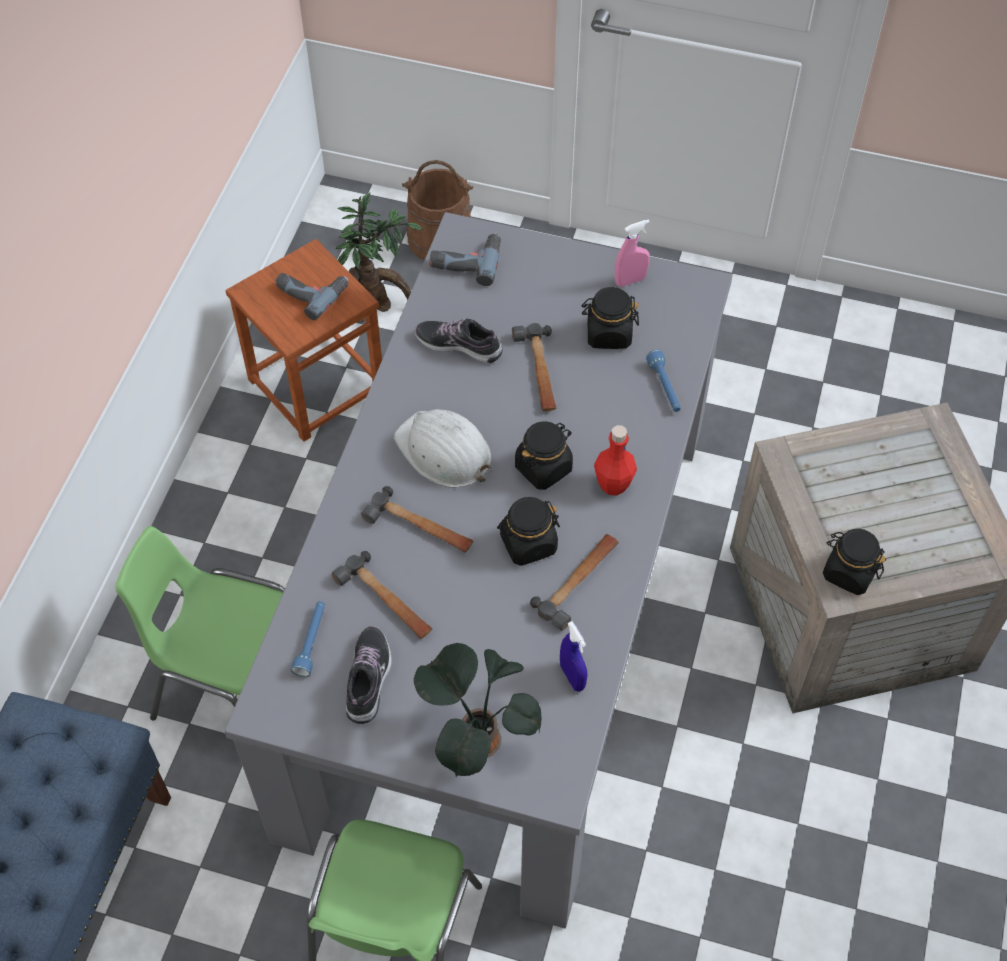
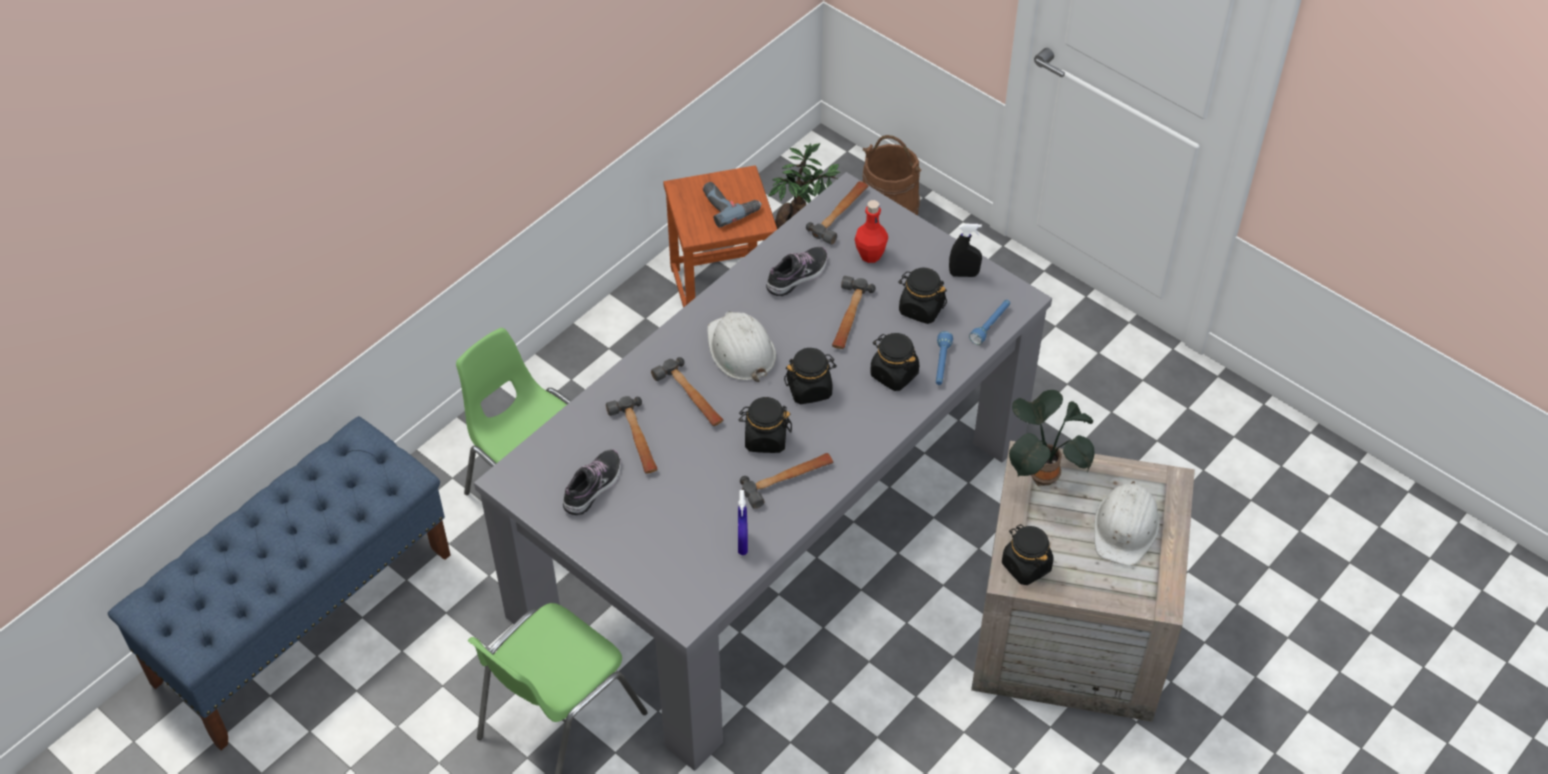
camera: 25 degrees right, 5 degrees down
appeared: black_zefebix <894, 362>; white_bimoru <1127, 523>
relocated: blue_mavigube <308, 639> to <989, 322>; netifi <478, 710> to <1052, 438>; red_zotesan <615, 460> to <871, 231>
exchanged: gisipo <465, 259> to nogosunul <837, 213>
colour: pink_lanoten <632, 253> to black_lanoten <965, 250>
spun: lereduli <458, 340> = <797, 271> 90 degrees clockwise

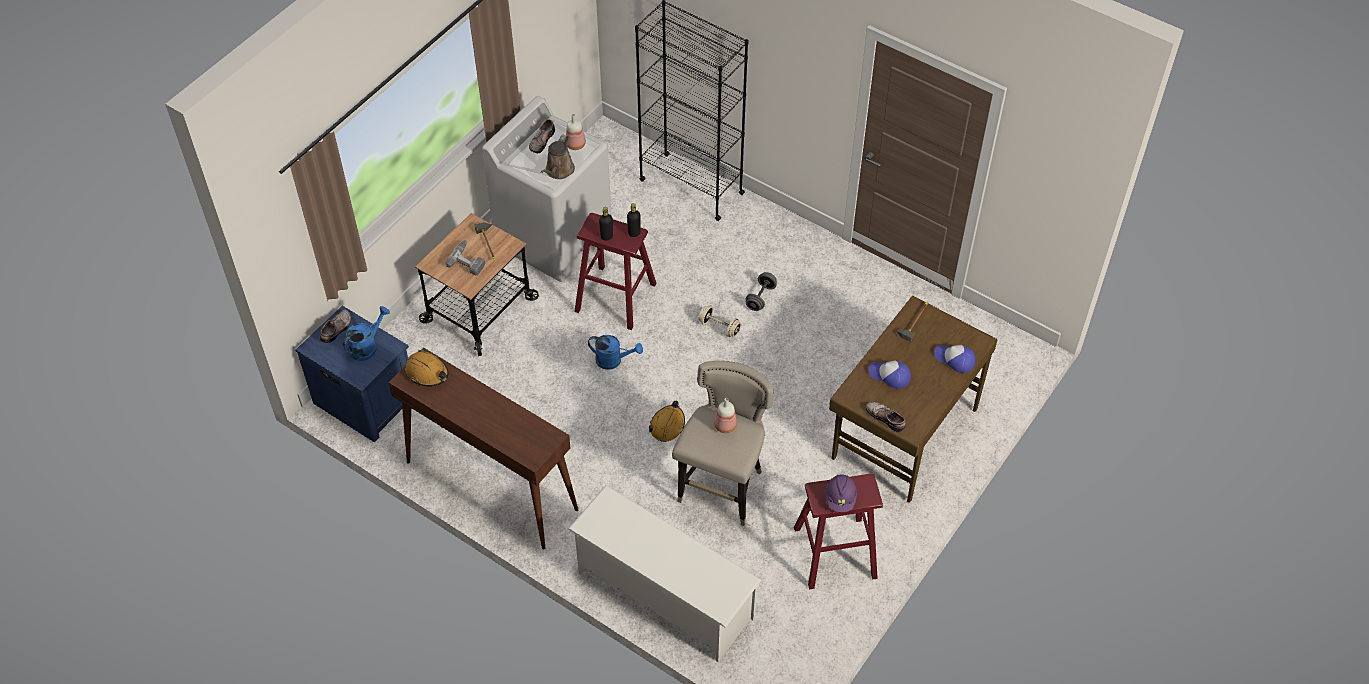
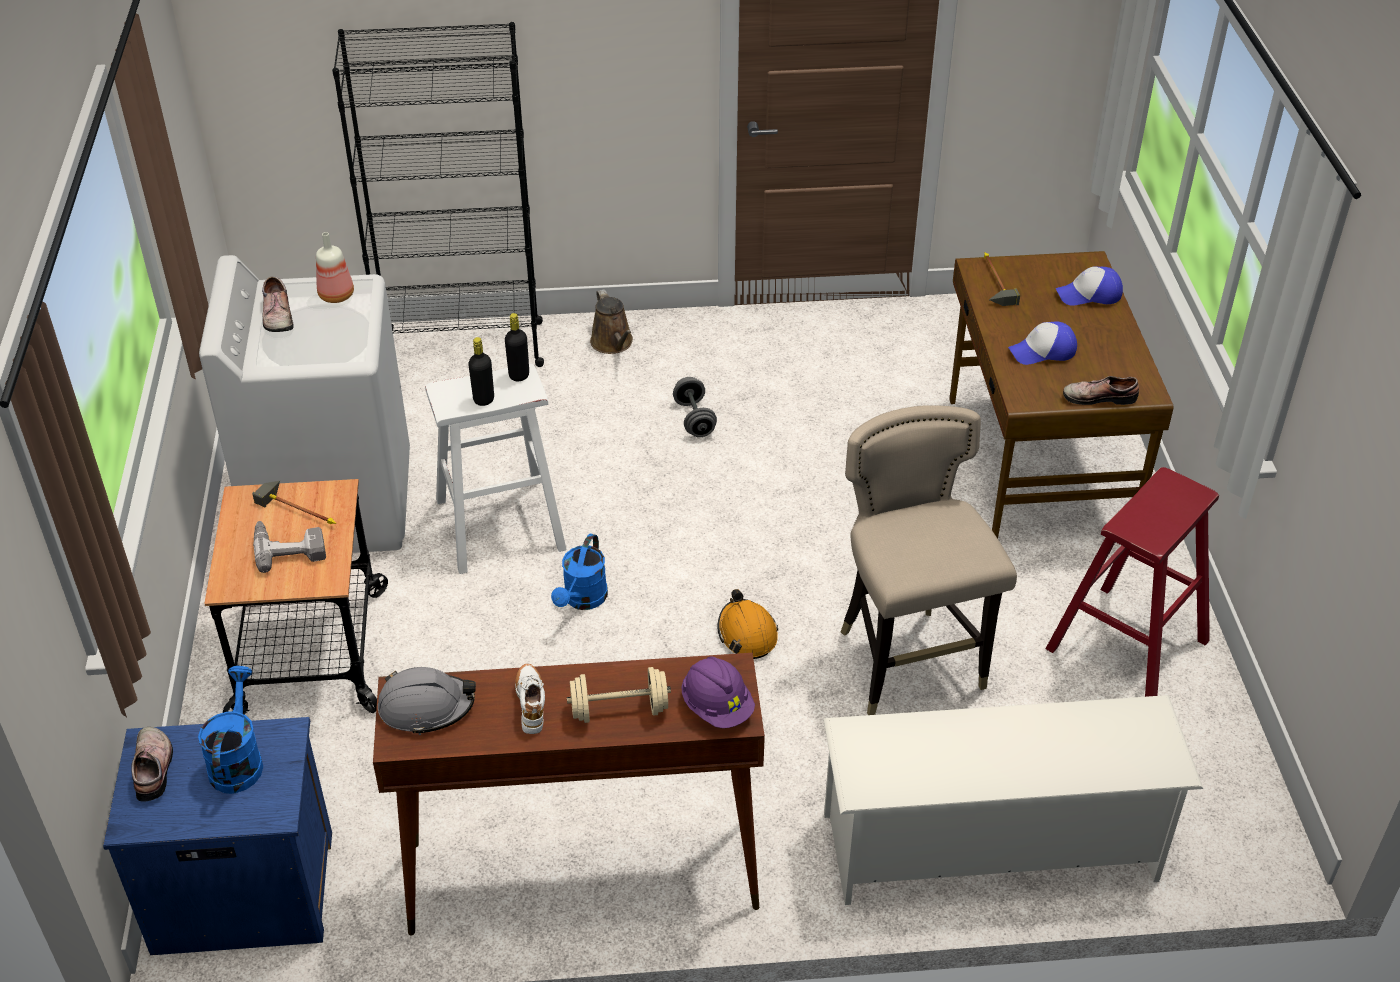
camera: 40 degrees left, 10 degrees down
missing: zotesan <725, 415>
appeared: white_lereduli <530, 699>
relocated: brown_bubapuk <558, 157> to <611, 321>; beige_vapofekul <720, 321> to <619, 695>; purple_bimoru <841, 493> to <718, 692>
colour: orange_bimoru <427, 368> to grey_bimoru <427, 701>; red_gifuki <615, 271> to white_gifuki <496, 468>
spun: blue_bubapuk <615, 352> = <579, 572> 135 degrees clockwise

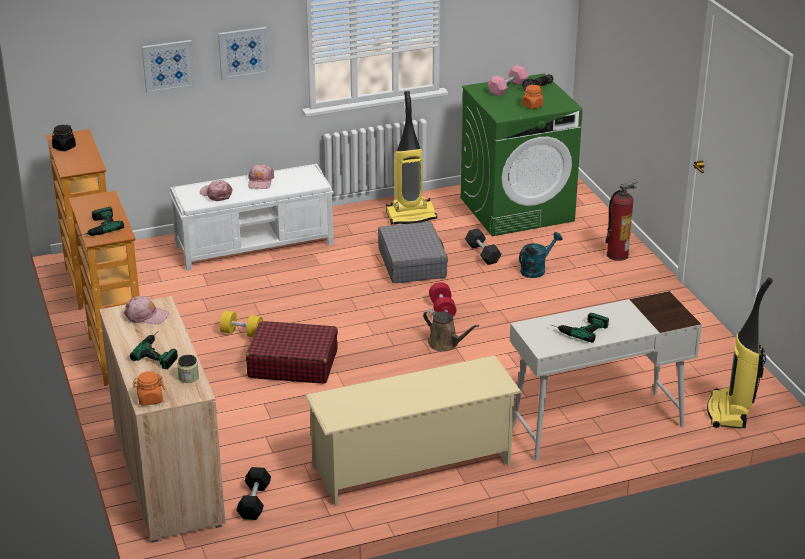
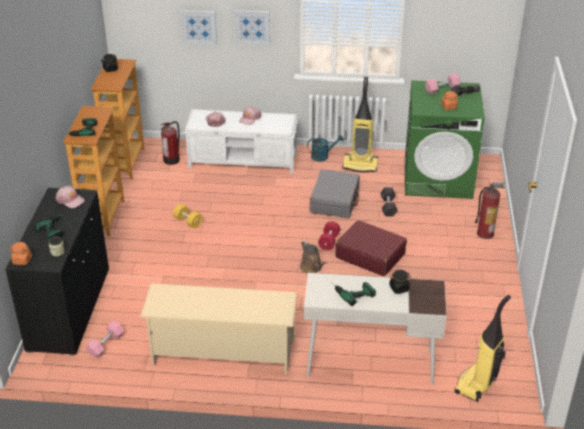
camera: 25 degrees right, 5 degrees up
appeared: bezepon <170, 143>; black_zefebix <400, 282>
relocated: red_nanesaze <292, 352> to <371, 248>; turquoise_bubapuk <540, 255> to <325, 148>
colour: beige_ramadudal <162, 419> to black_ramadudal <57, 272>; black_vapofekul <253, 493> to pink_vapofekul <105, 339>

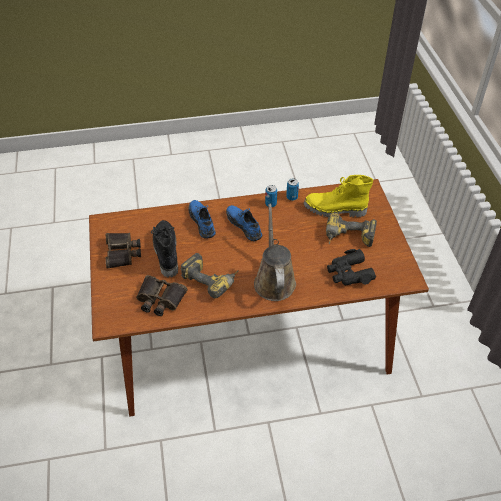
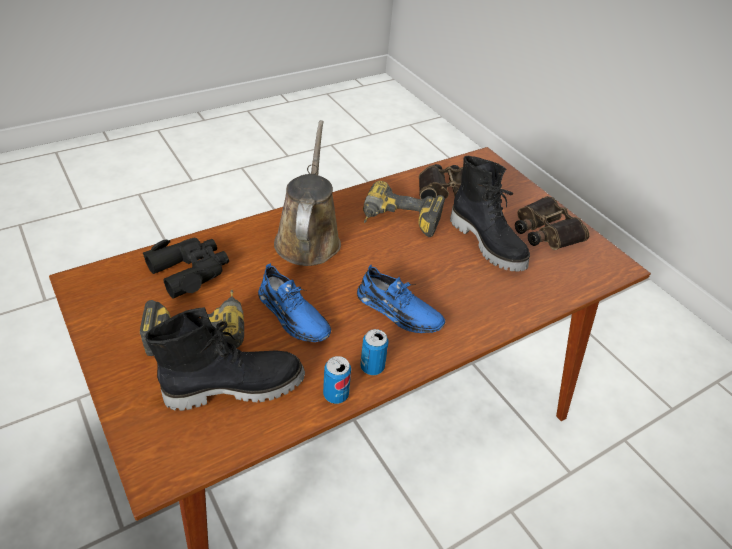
camera: 155 degrees right, 5 degrees down
relocated: blue_lereduli <202, 219> to <294, 302>
colour: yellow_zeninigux <338, 196> to black_zeninigux <225, 359>
spun: brown_bubapuk <275, 252> = <307, 193> 150 degrees counterclockwise

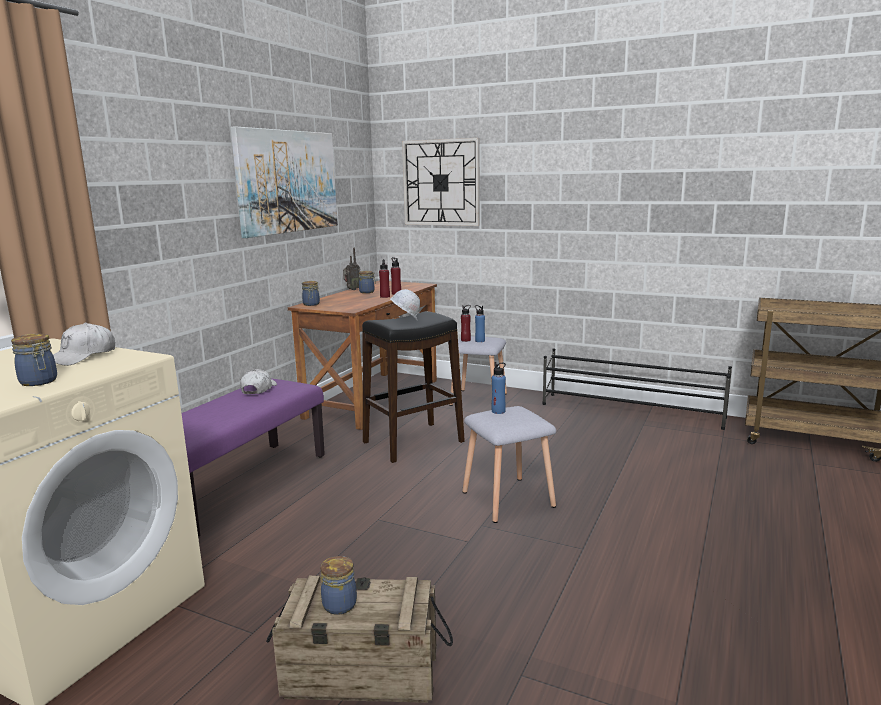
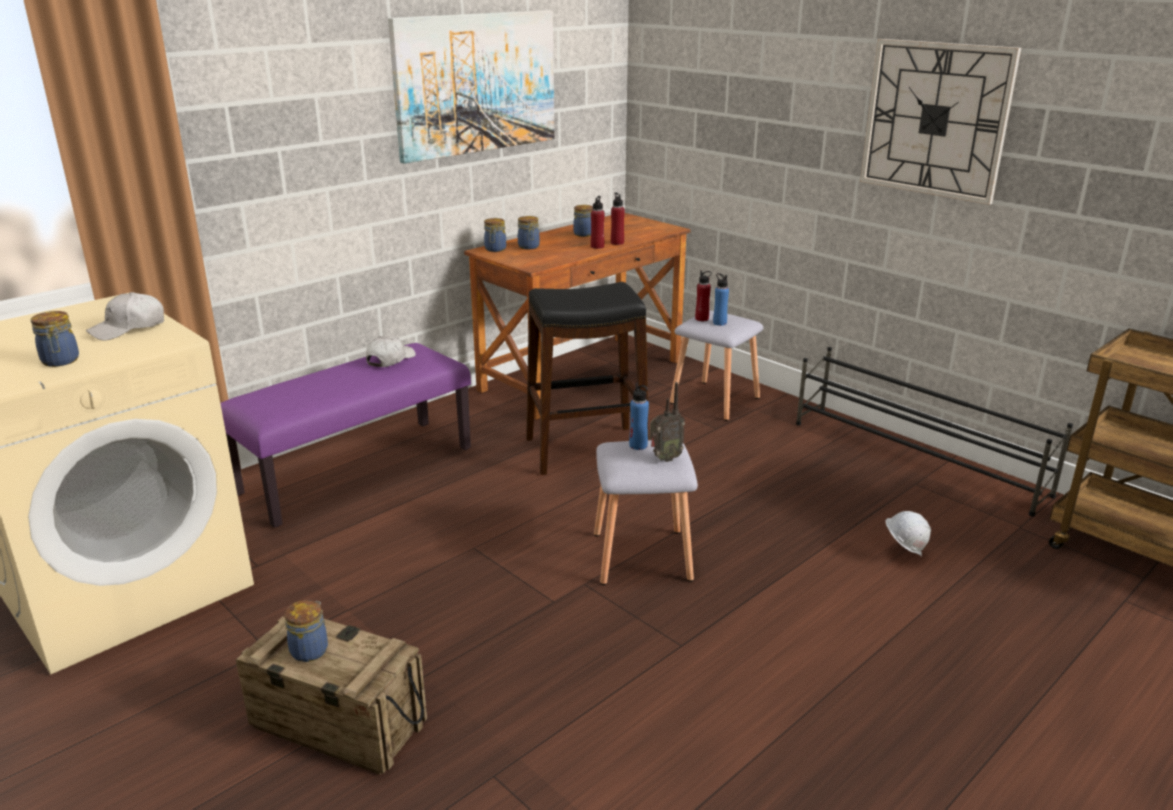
camera: 20 degrees right, 10 degrees up
appeared: zefebix <529, 232>
relocated: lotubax <351, 269> to <667, 422>; white_bimoru <405, 305> to <908, 534>; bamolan <441, 182> to <940, 122>

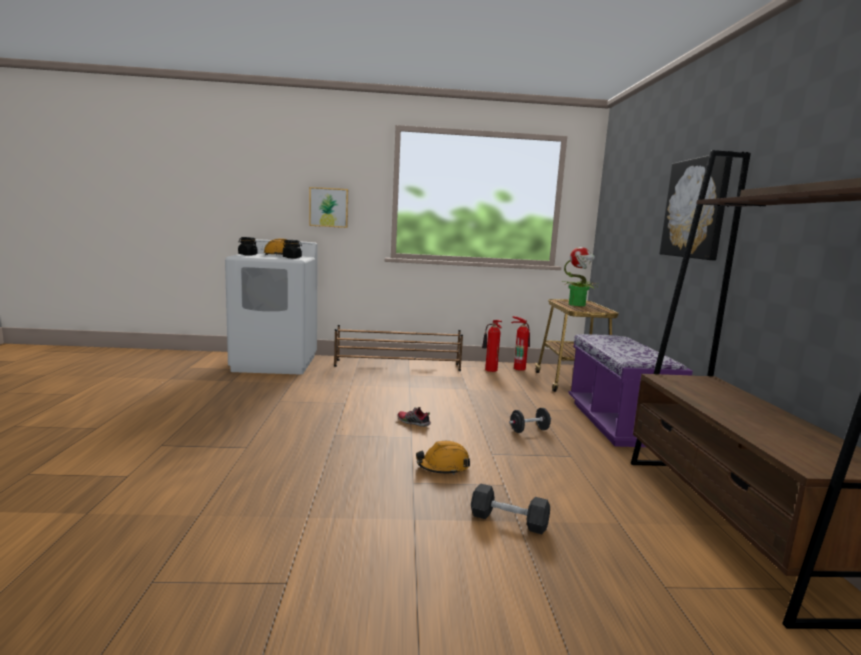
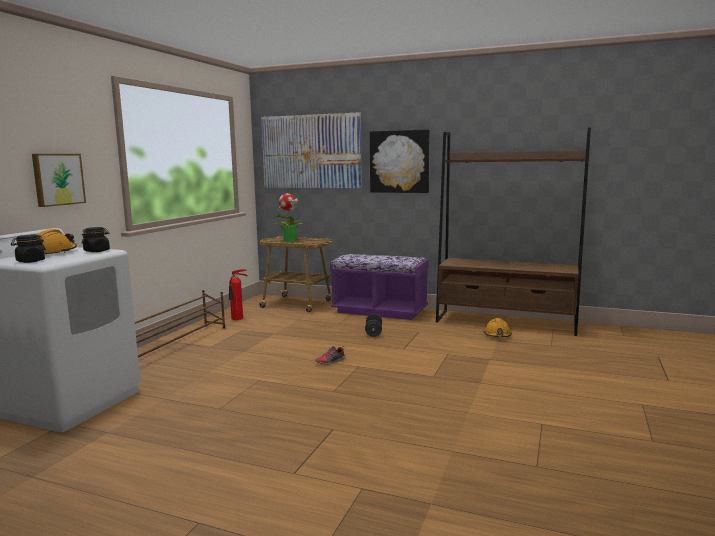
camera: 65 degrees left, 0 degrees up
missing: black_vapofekul <510, 508>; bezepon <520, 343>
appeared: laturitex <311, 150>
relocated: orange_bimoru <443, 458> to <498, 327>

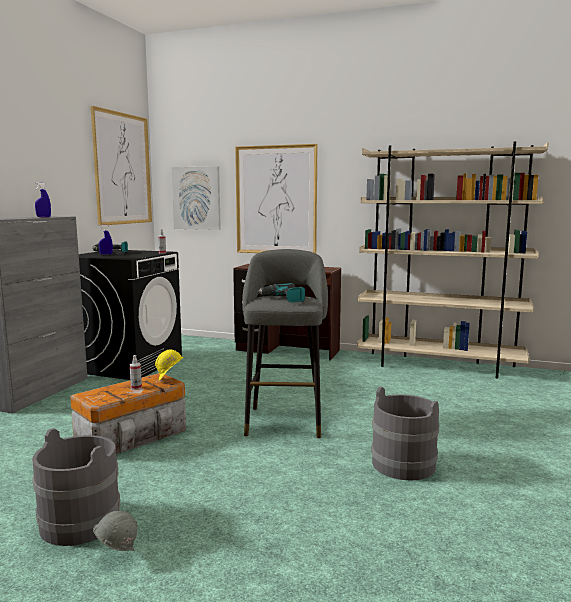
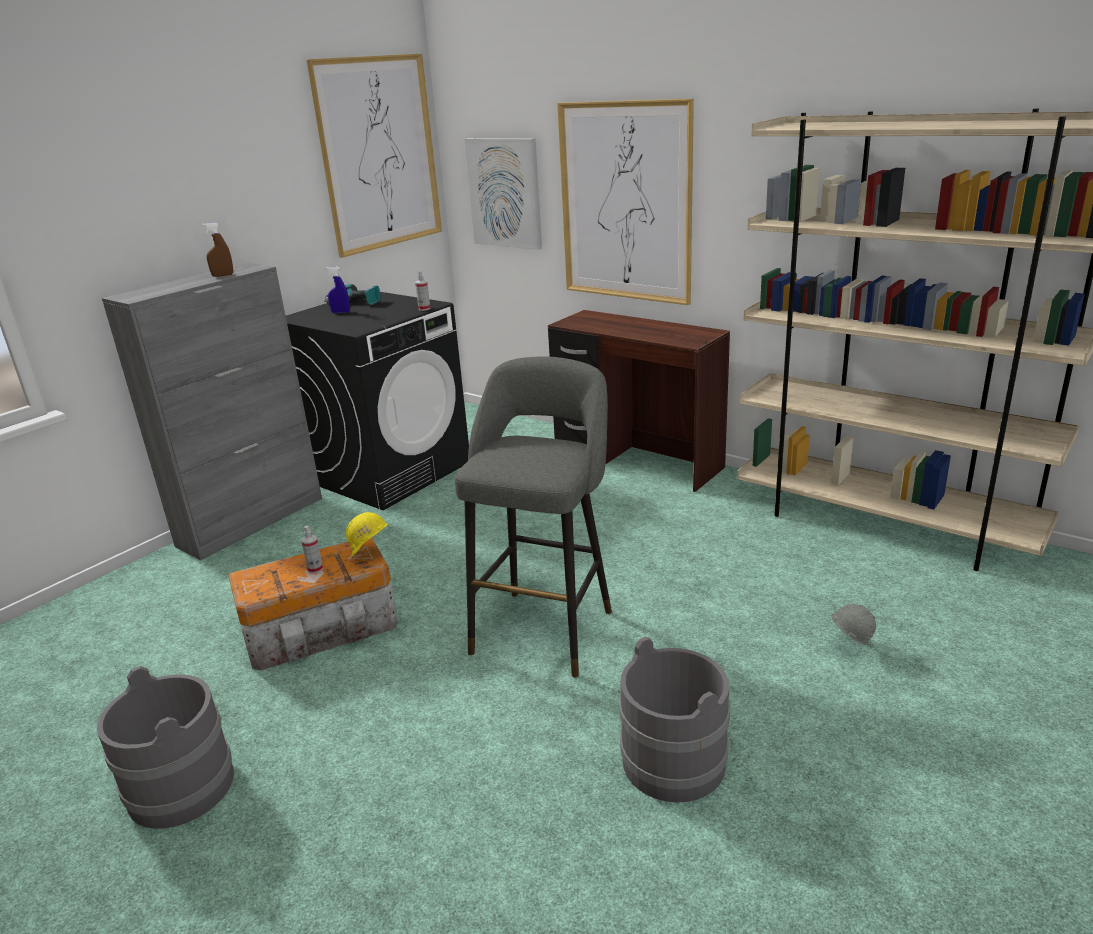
camera: 20 degrees right, 15 degrees up
missing: gisipo <280, 293>
relocated: grey_bimoru <115, 531> to <853, 624>
colour: blue_lanoten <43, 199> to brown_lanoten <217, 249>

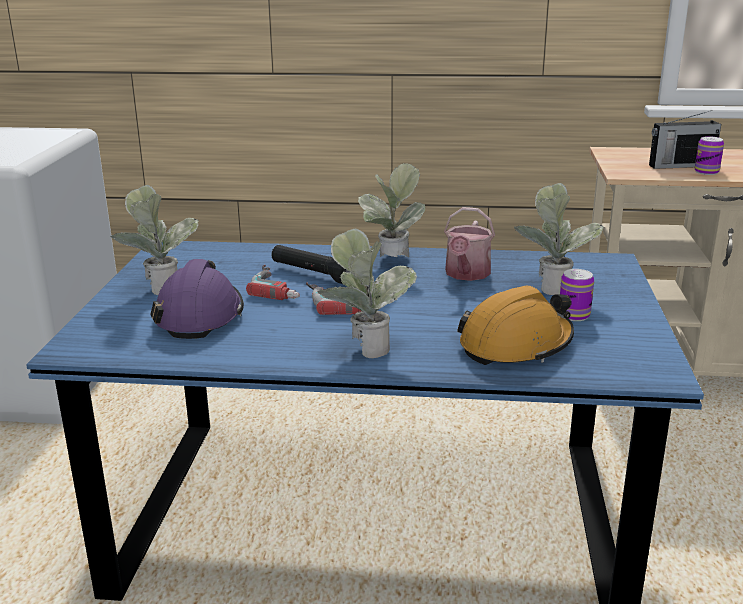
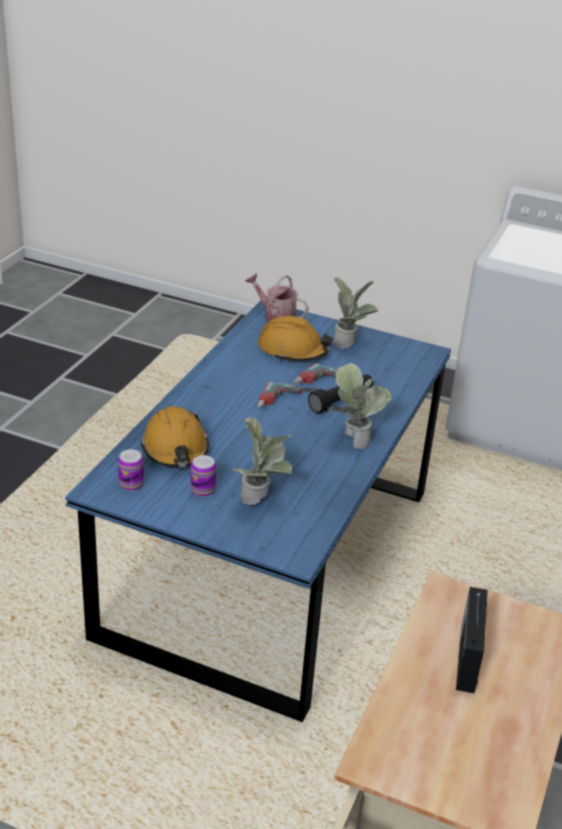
camera: 105 degrees right, 10 degrees up
missing: netifi <367, 294>
relocated: bubapuk <469, 244> to <277, 298>; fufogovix <709, 155> to <131, 470>
colour: purple_bimoru <197, 299> to orange_bimoru <295, 338>

